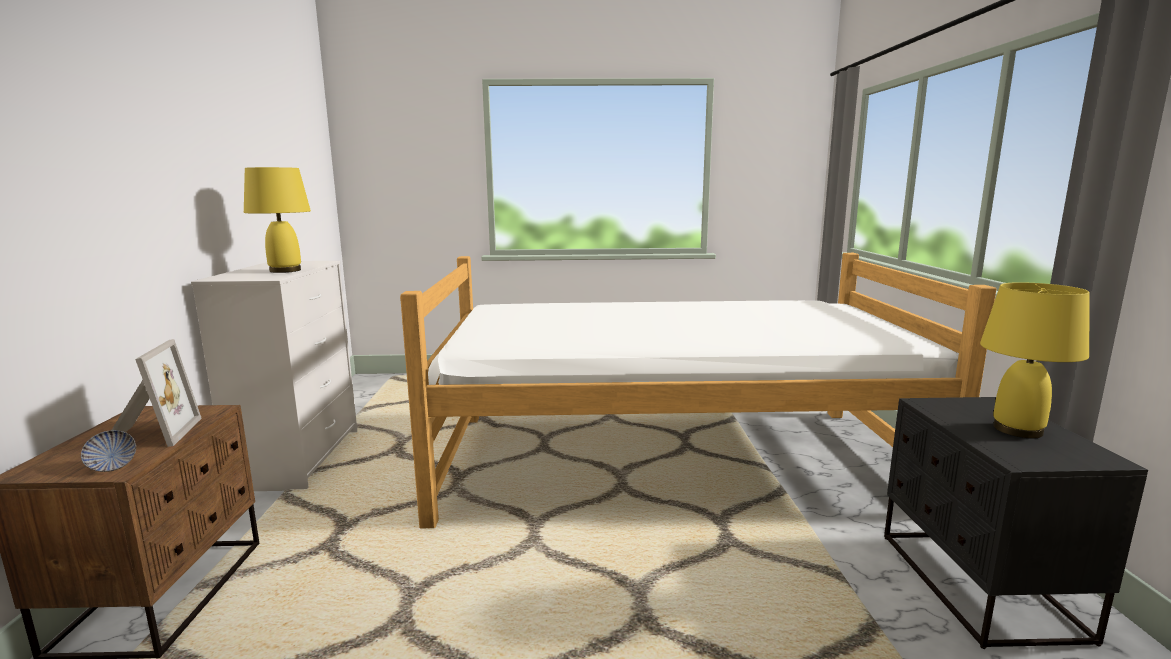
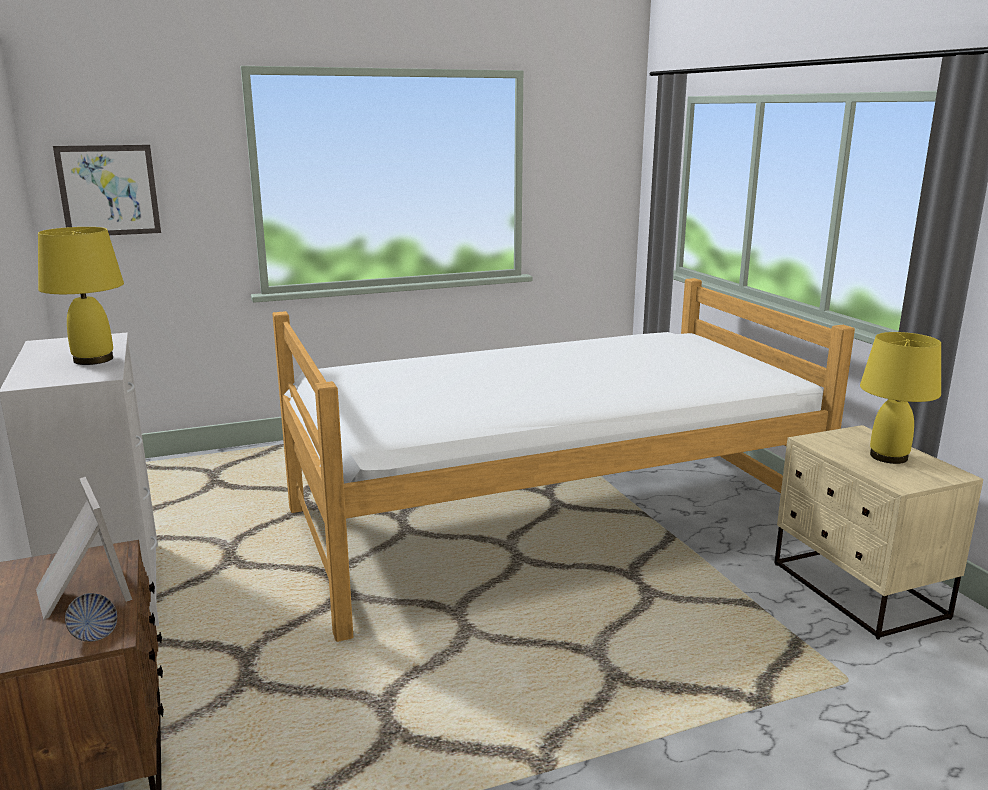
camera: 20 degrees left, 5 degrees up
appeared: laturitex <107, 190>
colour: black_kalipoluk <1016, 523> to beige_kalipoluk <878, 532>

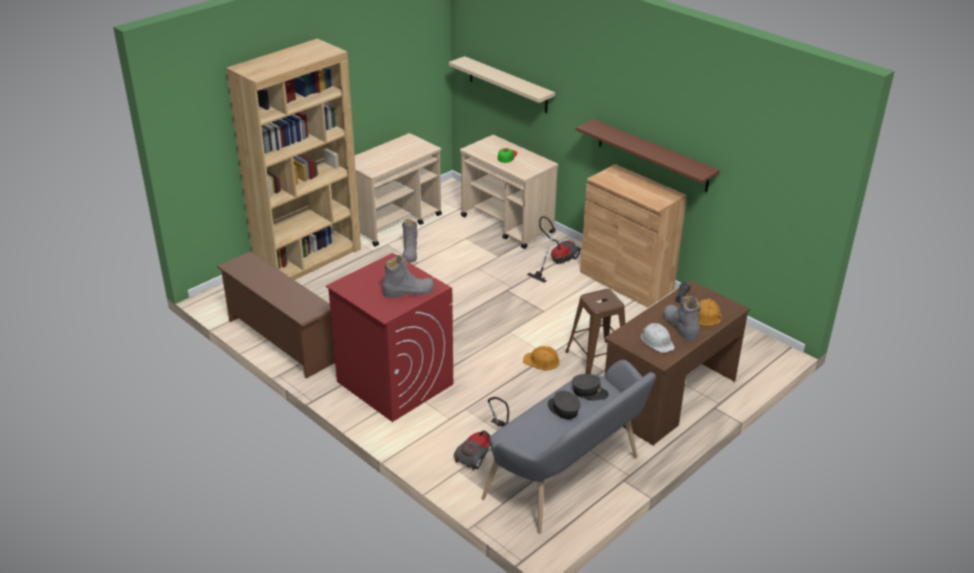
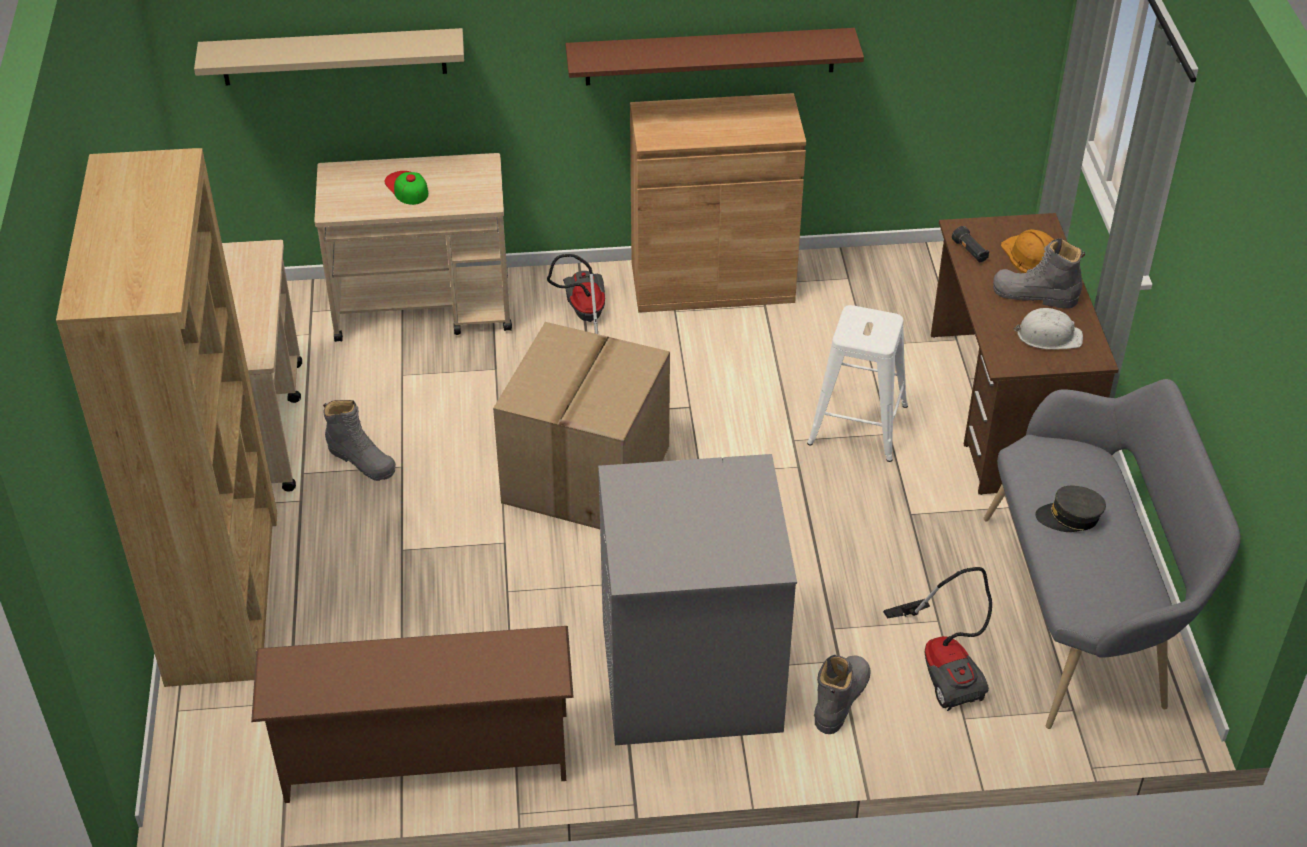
camera: 50 degrees left, 10 degrees up
missing: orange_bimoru <541, 358>; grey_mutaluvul <590, 387>
appeared: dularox <581, 425>
relocated: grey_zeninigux <408, 276> to <842, 694>
colour: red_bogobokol <389, 337> to grey_bogobokol <697, 599>; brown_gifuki <595, 331> to white_gifuki <857, 383>

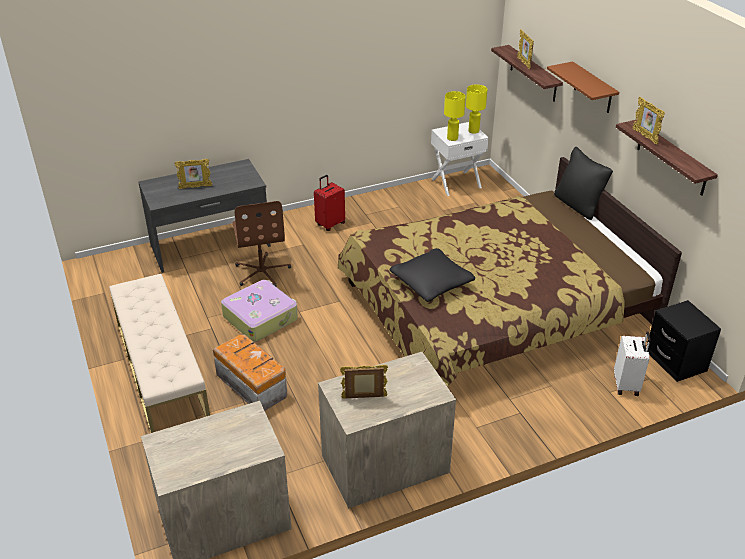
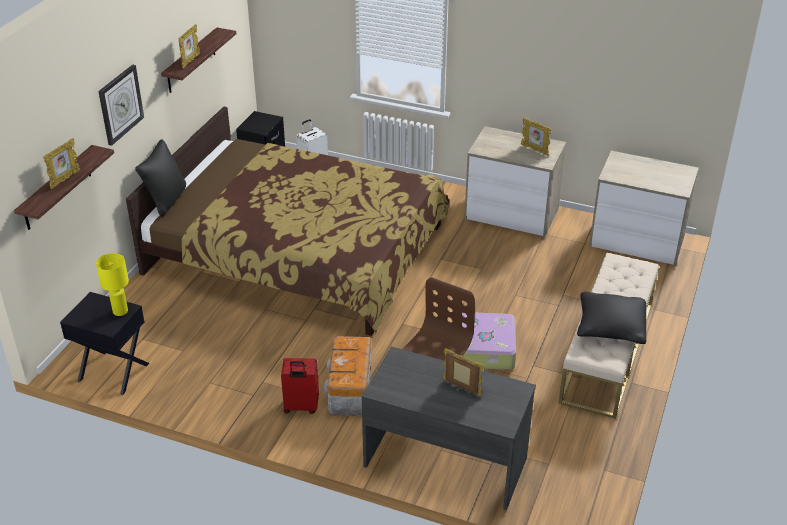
camera: 135 degrees left, 0 degrees up
missing: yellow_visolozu <476, 109>
relocated: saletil <250, 372> to <347, 376>; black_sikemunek <432, 275> to <611, 318>
exchanged: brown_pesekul <583, 87> to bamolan <121, 105>
colour: white_kalipoluk <460, 159> to black_kalipoluk <104, 343>

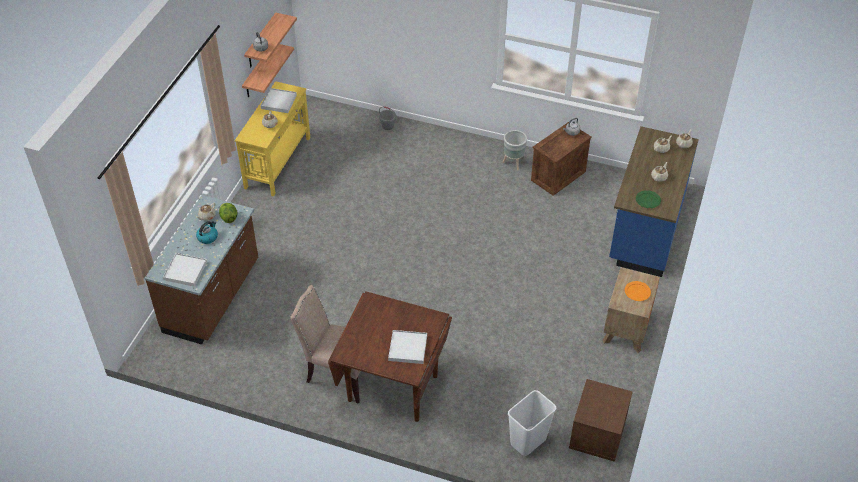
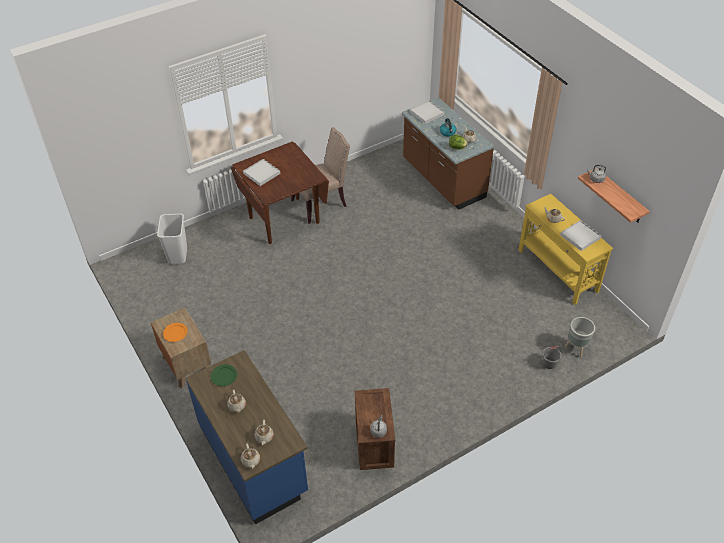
camera: 130 degrees right, 0 degrees up
missing: pesekul <268, 71>; brown_kalipoluk <600, 420>
relocated: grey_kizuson <514, 150> to <580, 337>

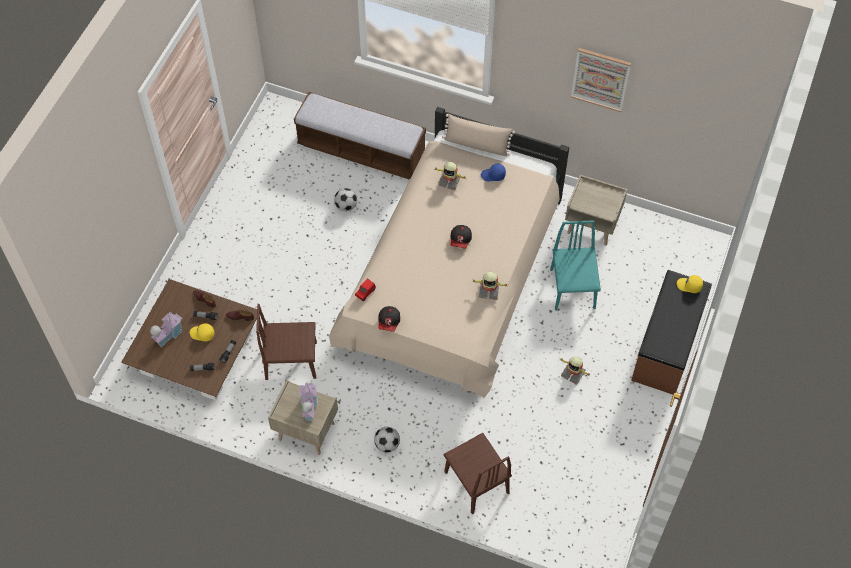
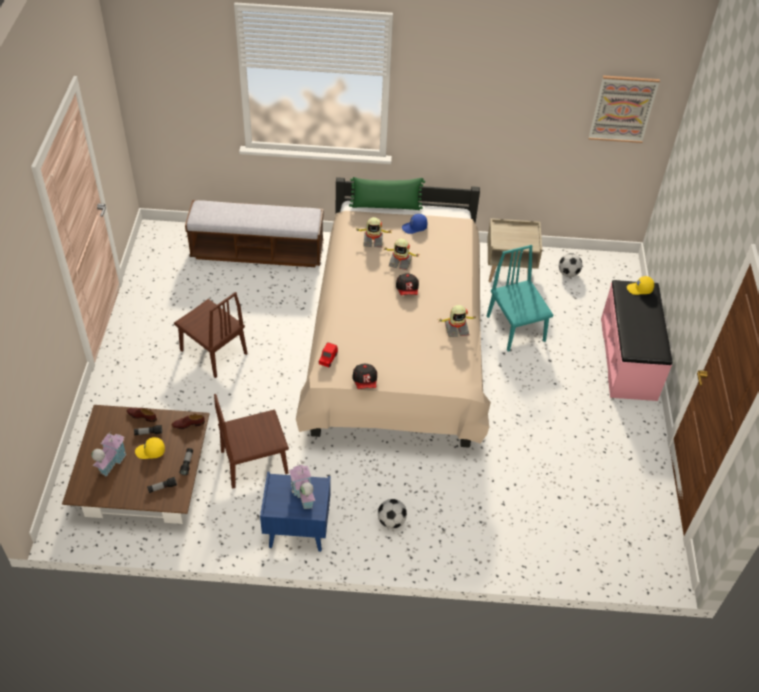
camera: 20 degrees left, 10 degrees down
relocated: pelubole <345, 200> to <571, 265>; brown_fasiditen <478, 473> to <211, 335>; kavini <575, 370> to <402, 254>; laturitex <601, 80> to <624, 109>
colour: beige_kalipoluk <303, 417> to blue_kalipoluk <295, 512>; beige_sikemunek <478, 135> to green_sikemunek <387, 193>; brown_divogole <671, 332> to pink_divogole <636, 340>

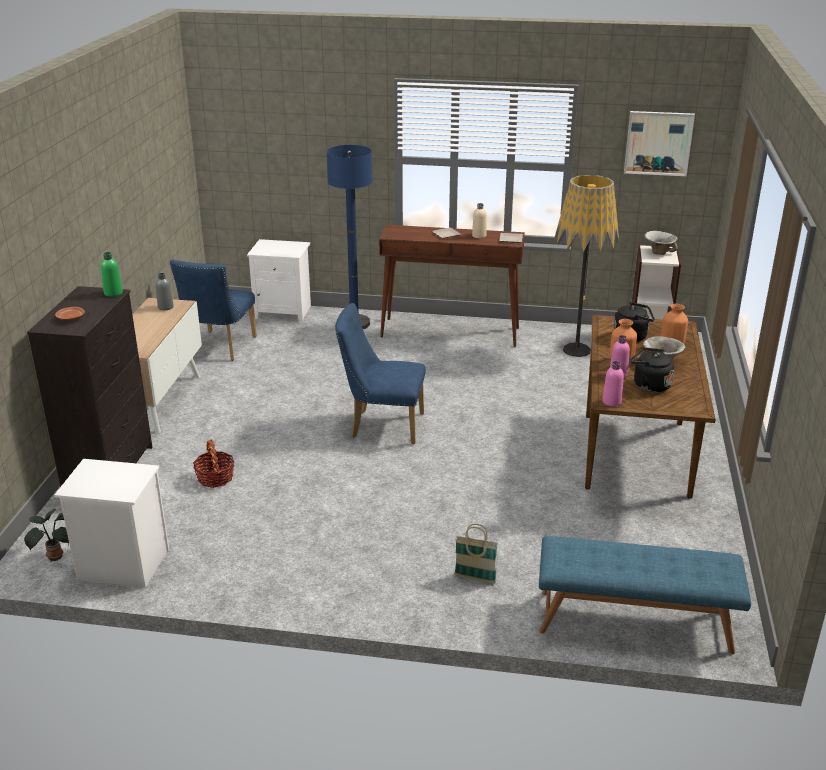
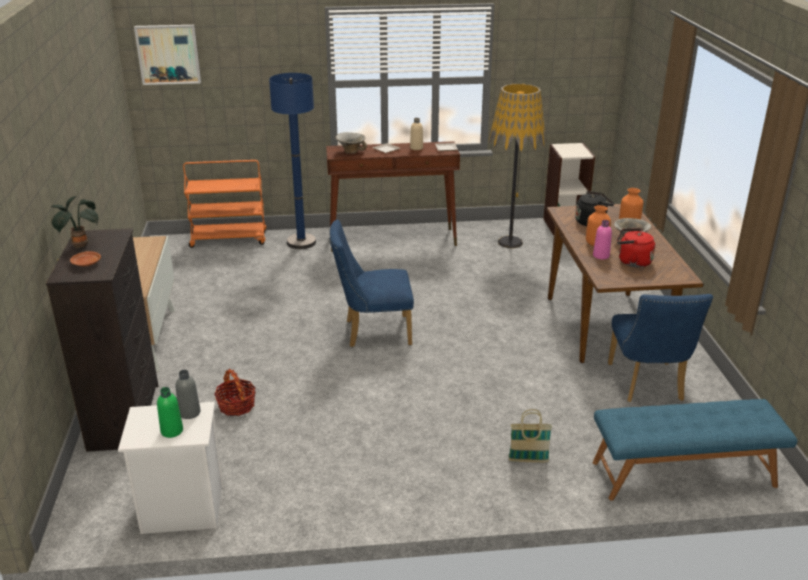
camera: 15 degrees left, 0 degrees up
missing: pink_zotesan <613, 383>
relocated: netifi <46, 535> to <74, 222>; green_zotesan <112, 274> to <170, 412>; grey_zotesan <165, 291> to <188, 394>; blue_fasiditen <213, 310> to <660, 348>; laturitex <659, 143> to <167, 55>; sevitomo <661, 243> to <351, 143>
exchanged: white_kalipoluk <279, 280> to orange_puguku <224, 204>
colour: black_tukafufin <651, 370> to red_tukafufin <636, 247>

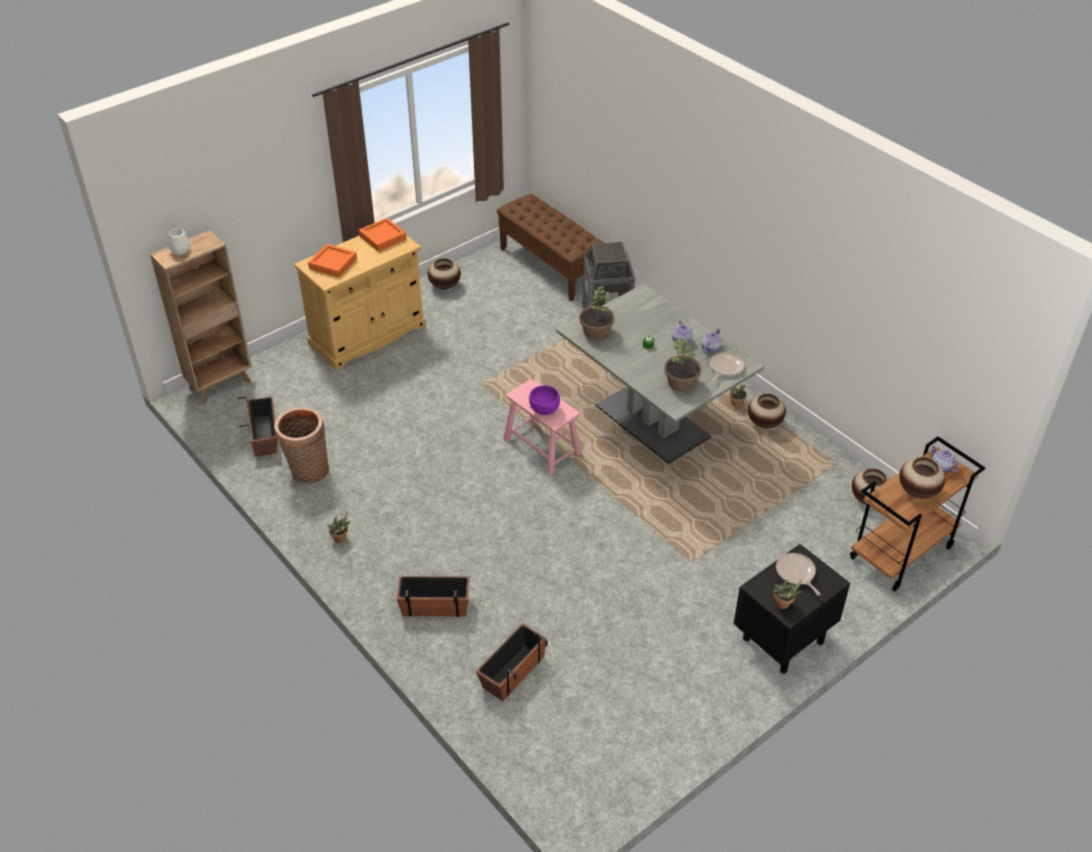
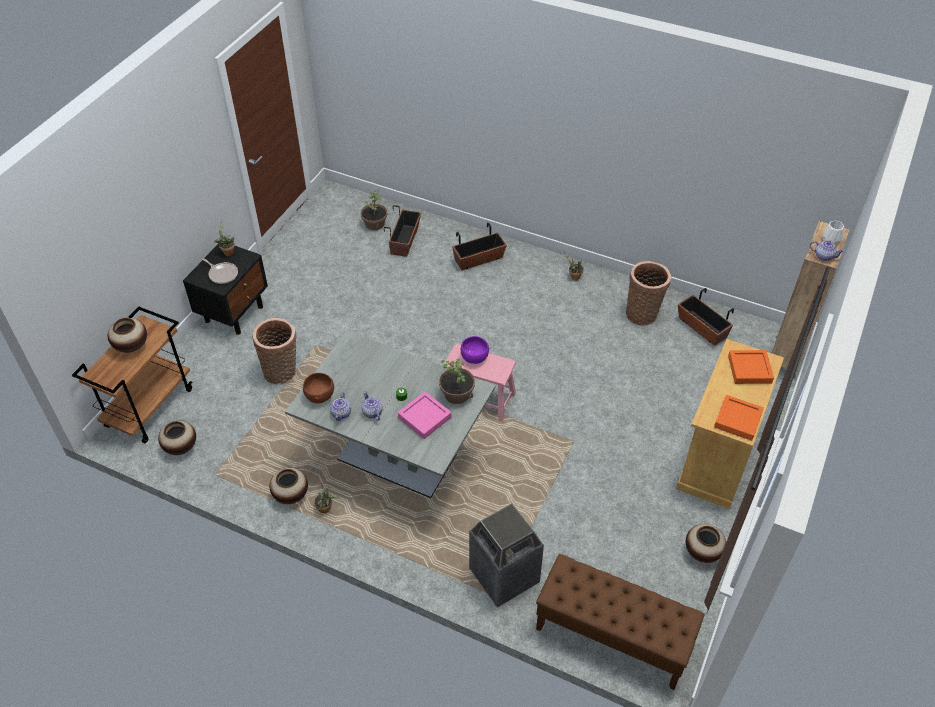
camera: 155 degrees right, 5 degrees up
appeared: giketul <275, 351>; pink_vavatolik <424, 415>
relocated: netifi <683, 365> to <374, 210>; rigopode <945, 458> to <827, 251>
exchanged: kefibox <727, 367> to brown_sevitomo <318, 388>

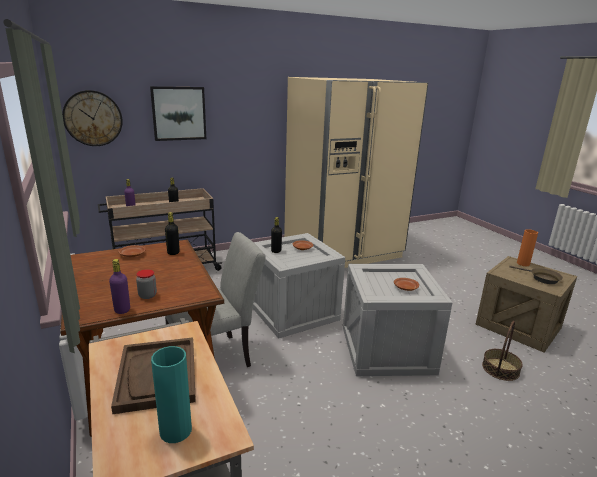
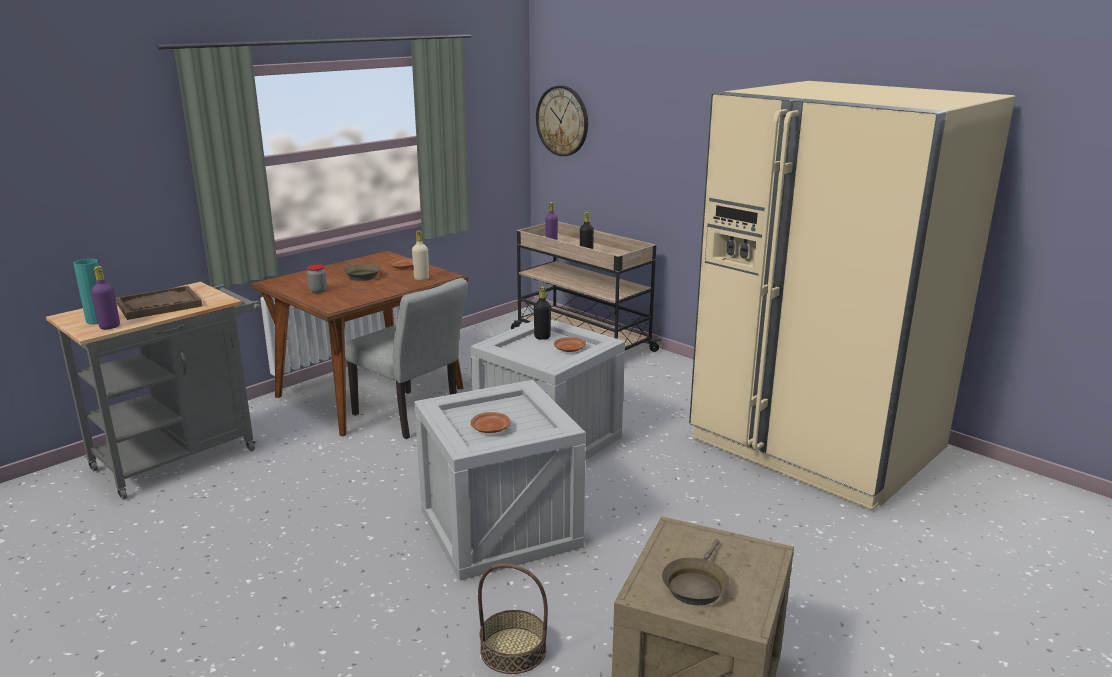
camera: 70 degrees right, 0 degrees up
missing: laturitex <178, 113>; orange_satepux <527, 247>
appeared: brown_kefibox <362, 271>
relocated: purple_zotesan <119, 286> to <105, 297>
colour: black_zotesan <172, 233> to beige_zotesan <420, 255>

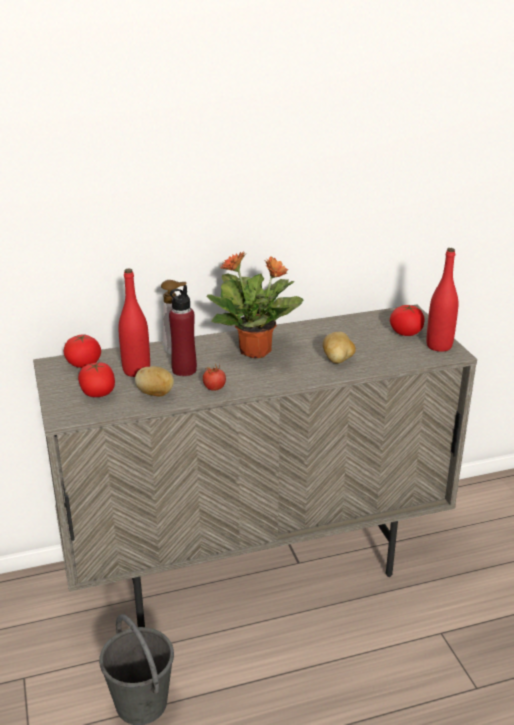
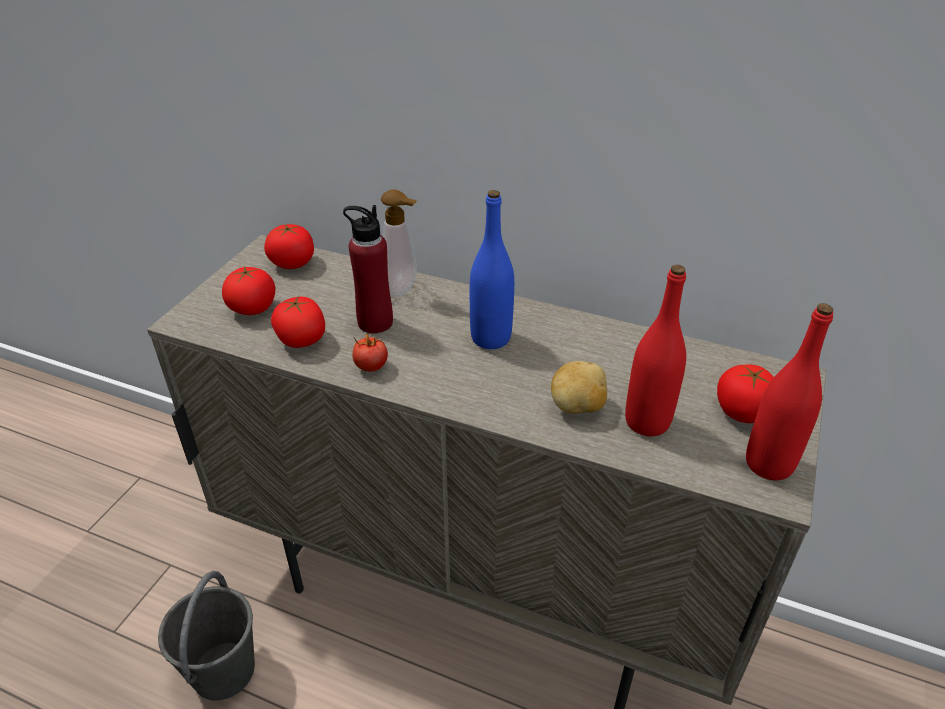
camera: 40 degrees right, 10 degrees up
relocated: red_zotesan <134, 322> to <655, 350>
exchanged: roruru <154, 381> to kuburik <298, 322>; netifi <255, 305> to blue_zotesan <492, 269>

